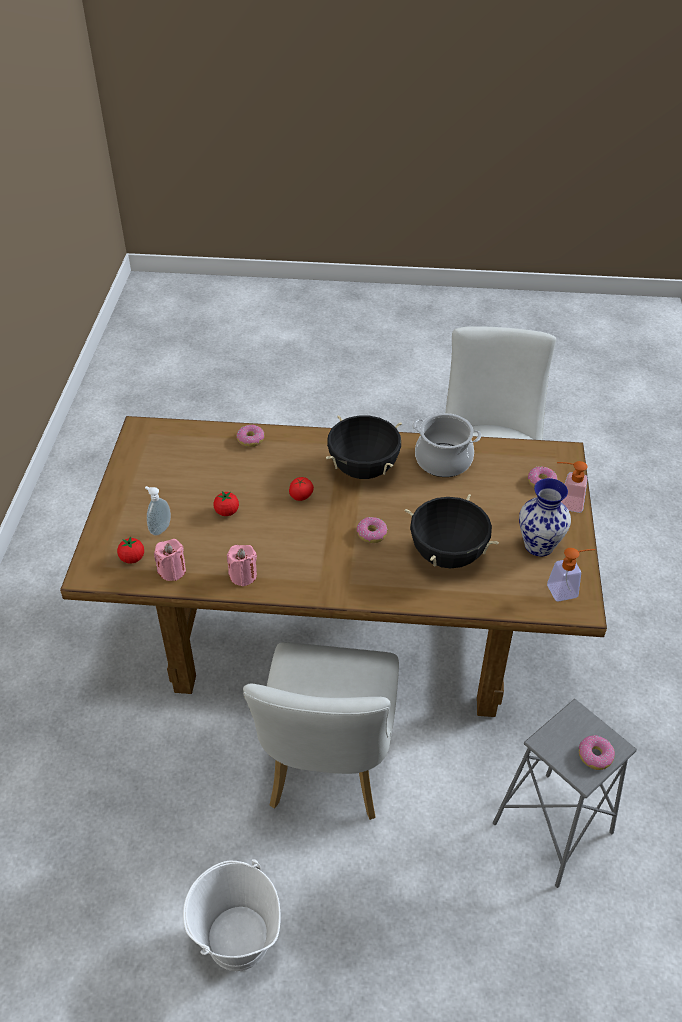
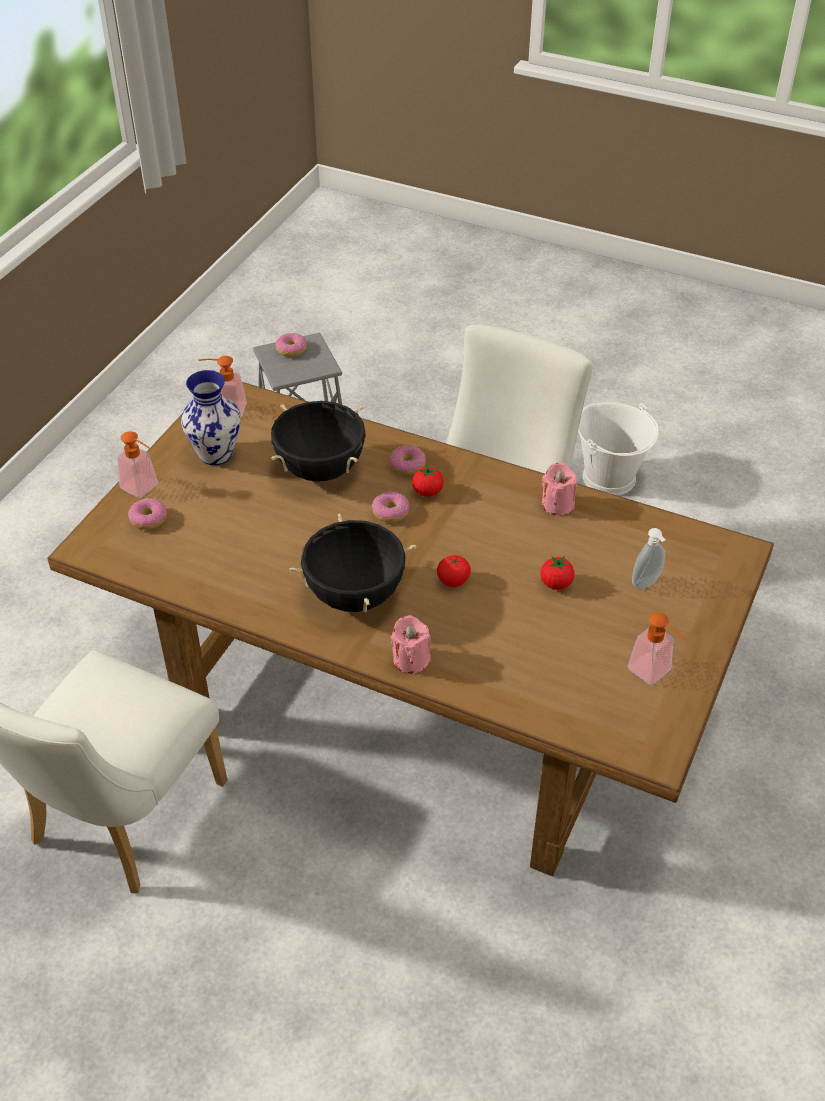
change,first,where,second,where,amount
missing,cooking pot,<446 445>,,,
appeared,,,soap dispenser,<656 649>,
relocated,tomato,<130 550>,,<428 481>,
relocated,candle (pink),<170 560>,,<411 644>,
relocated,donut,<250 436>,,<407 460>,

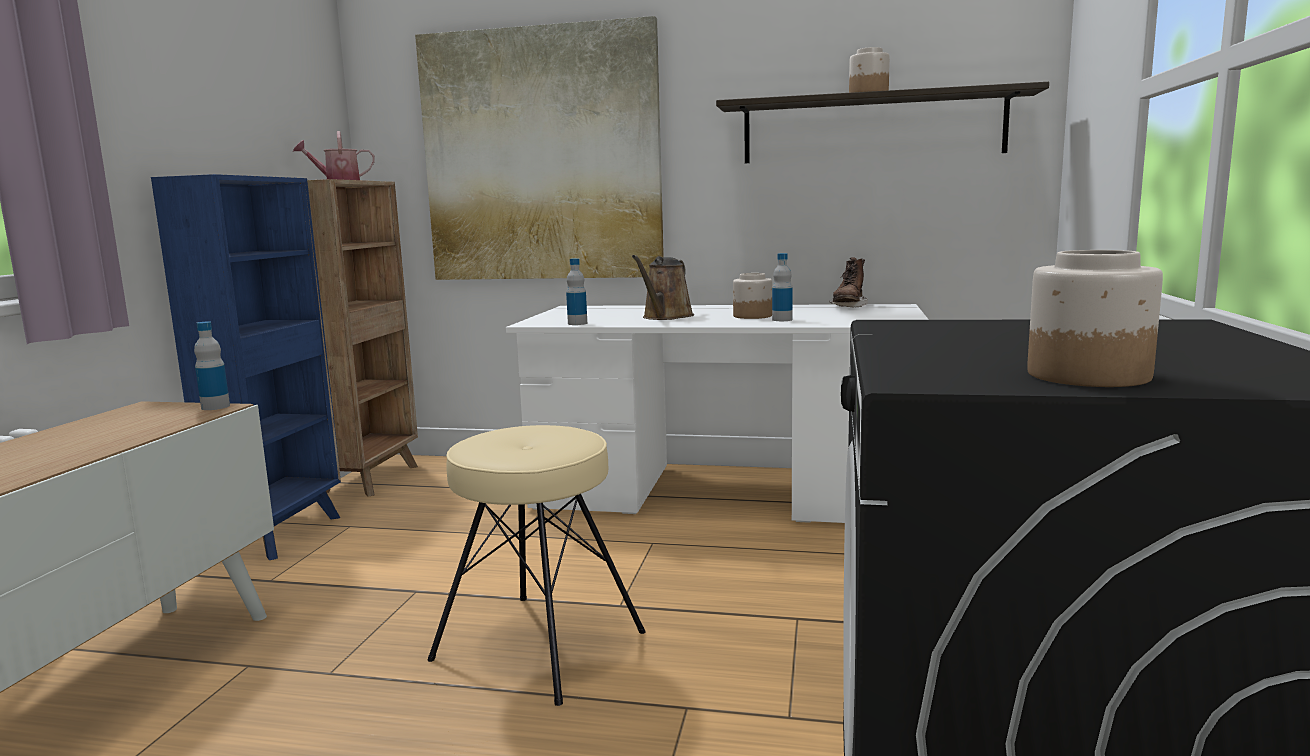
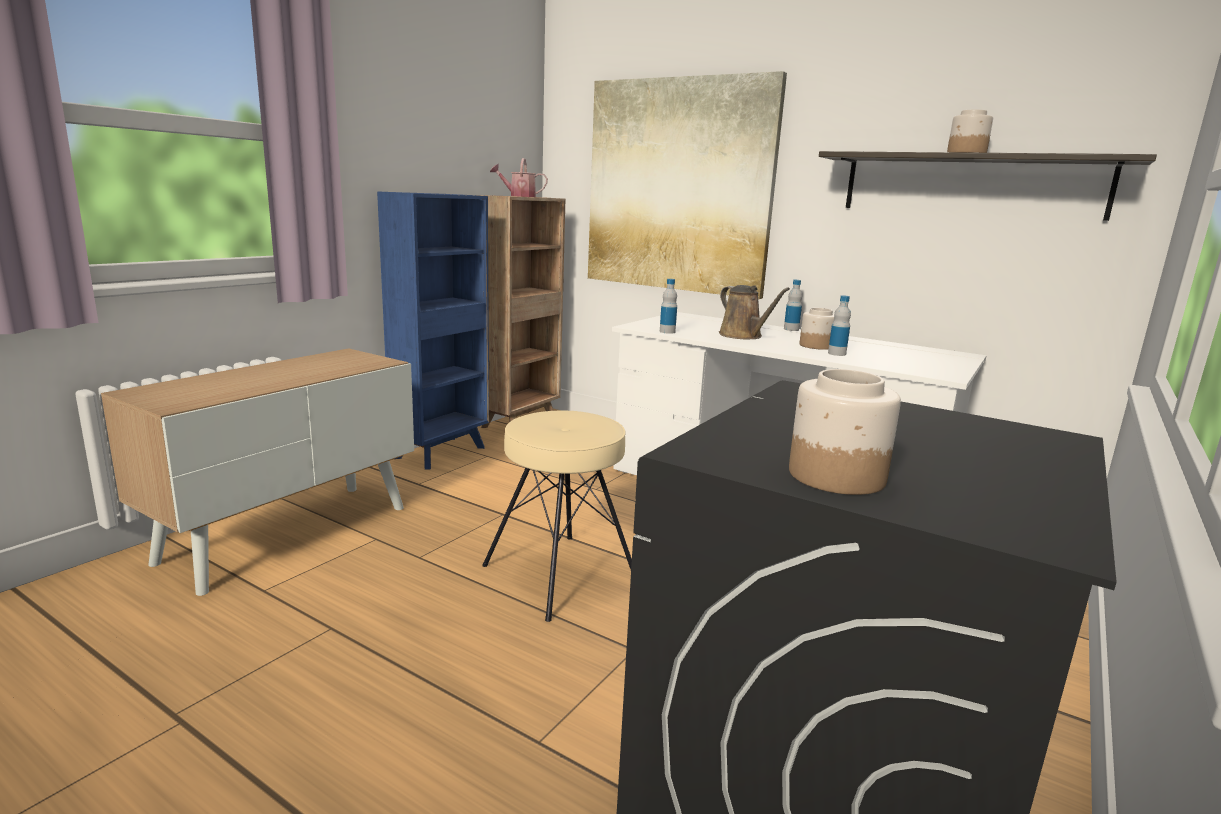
change,first,where,second,where,amount
missing,boot (brown),<848 282>,,,
relocated,bottle,<212 365>,,<793 305>,
spun,watering can (brown),<663 287>,,<754 312>,75 degrees counterclockwise

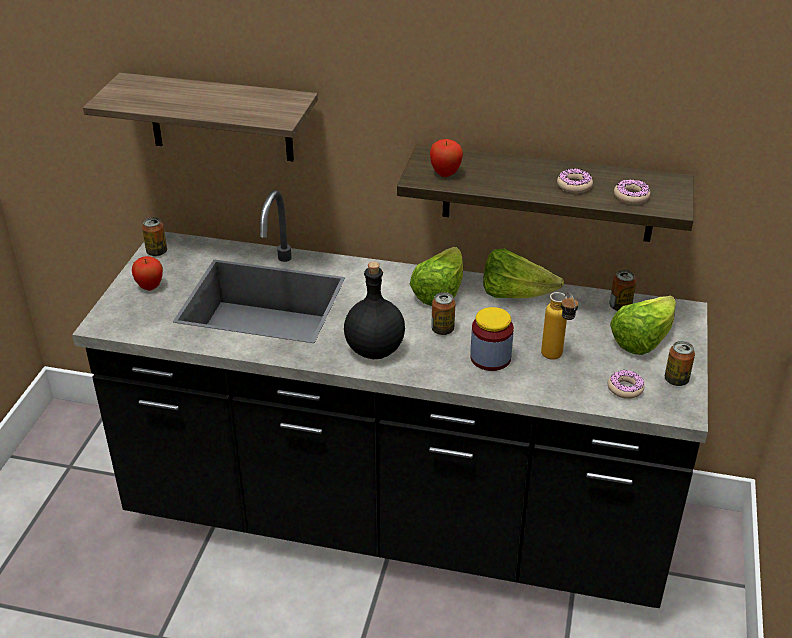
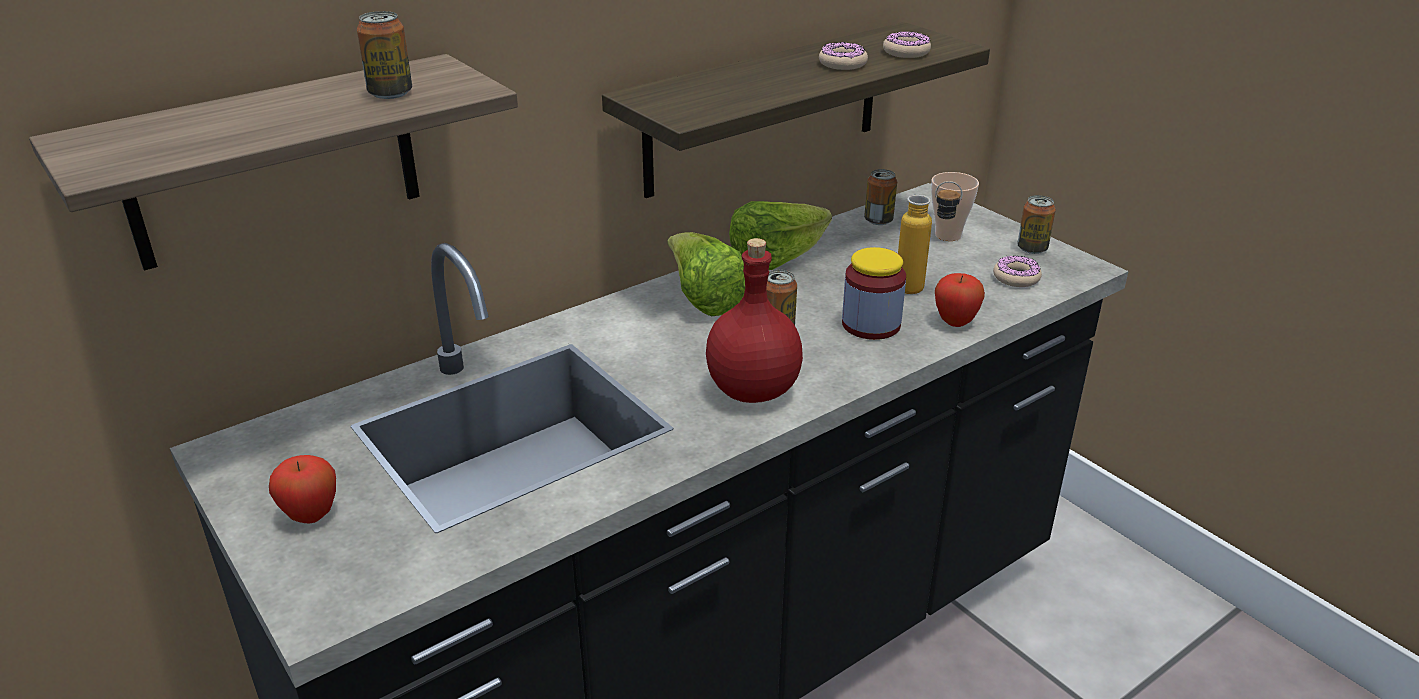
change,first,where,second,where,amount
relocated,can,<154 237>,,<384 55>,
relocated,apple,<446 158>,,<960 300>,
exchanged,lettuce,<643 325>,cup,<955 206>,
colour,bottle (black),<374 310>,bottle (red),<754 320>,

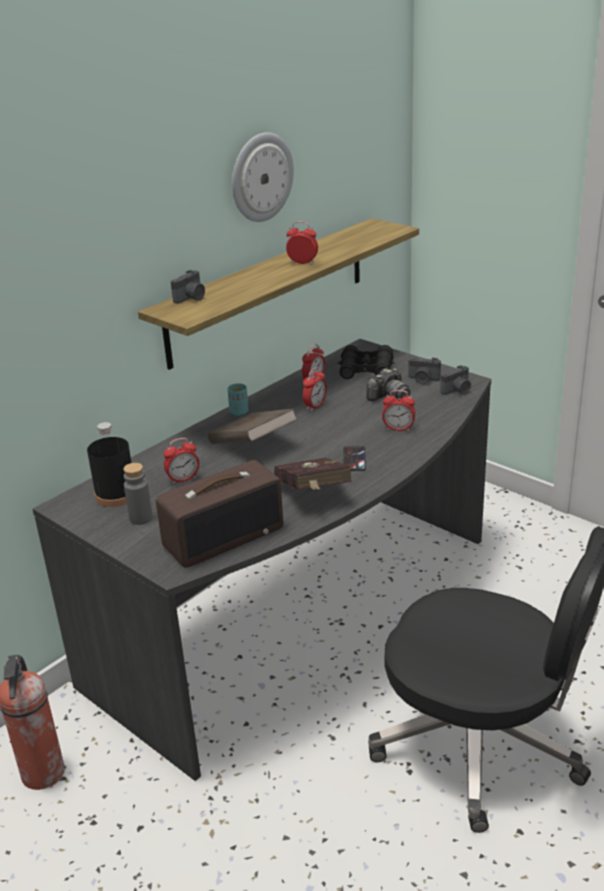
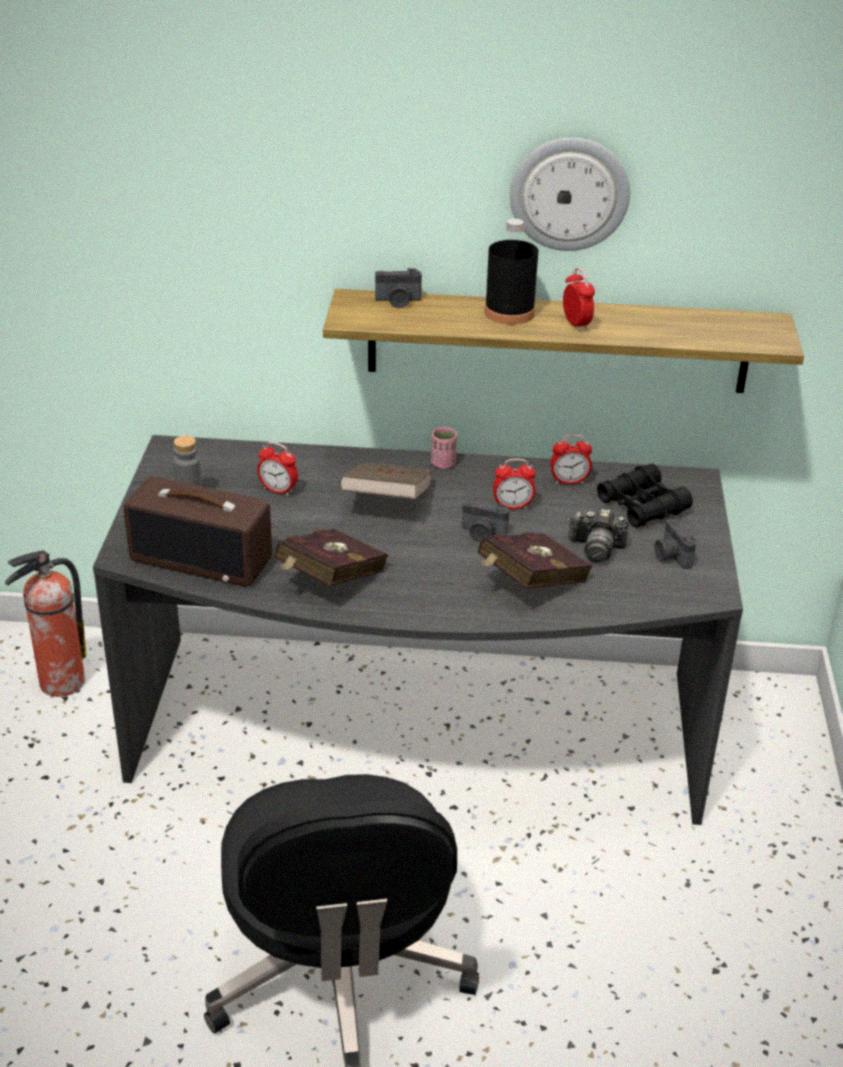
change,first,where,second,where,amount
missing,phone,<354 458>,,,
relocated,bottle (black),<109 464>,,<511 271>,
relocated,photo camera,<456 380>,,<485 521>,
exchanged,alarm clock,<398 410>,book (red),<535 560>,
colour,cup (turquoise),<238 399>,cup (pink),<444 448>,

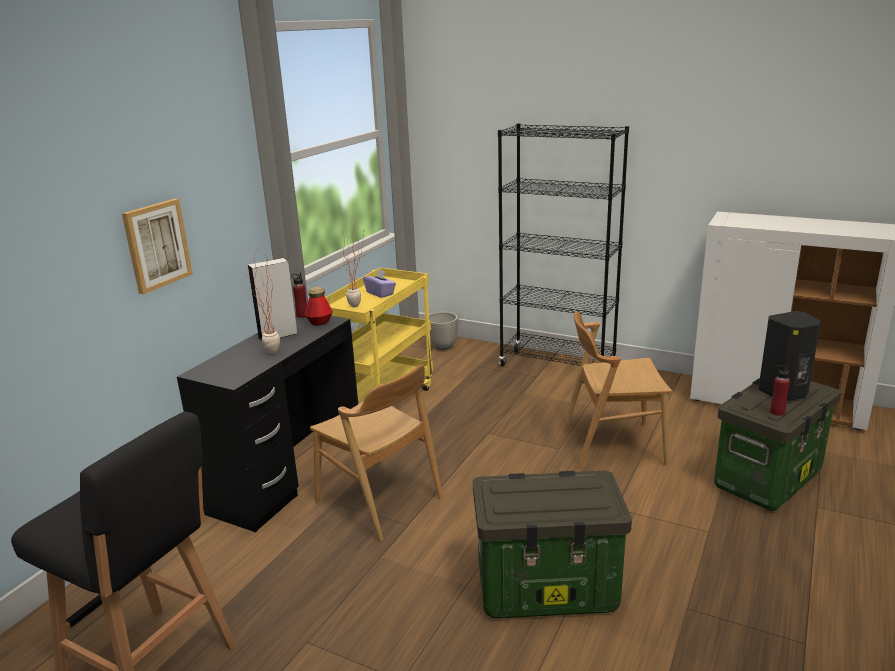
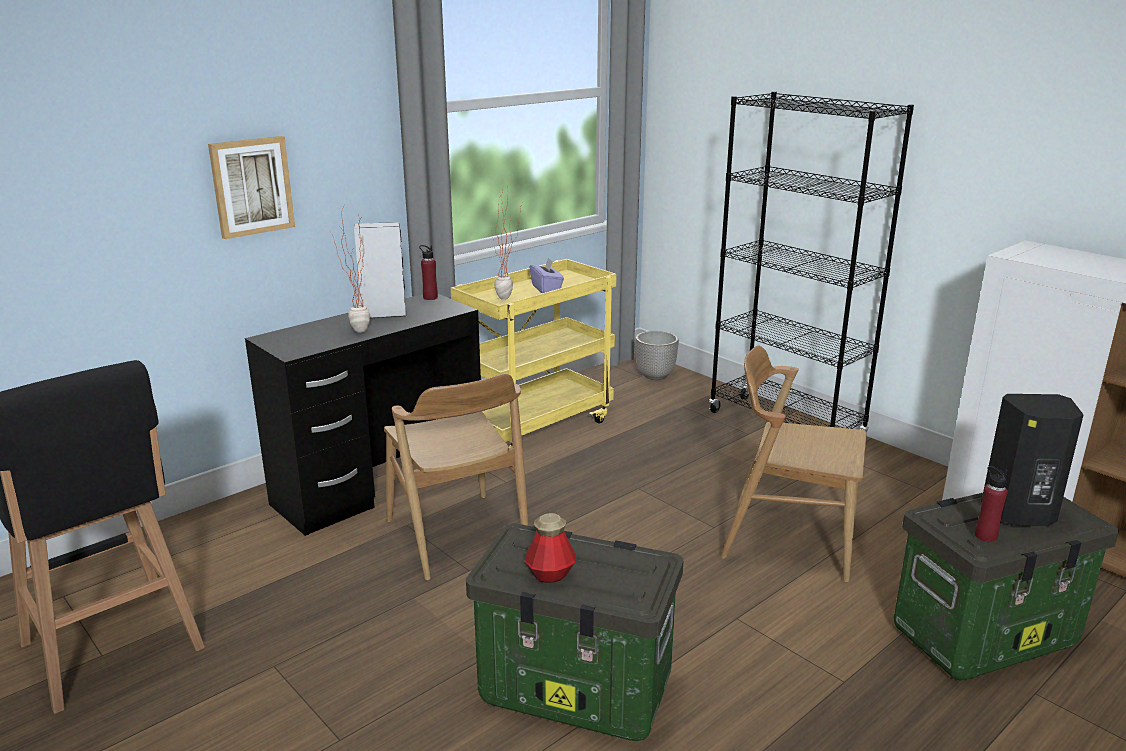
change,first,where,second,where,amount
relocated,bottle,<319 306>,,<550 548>,

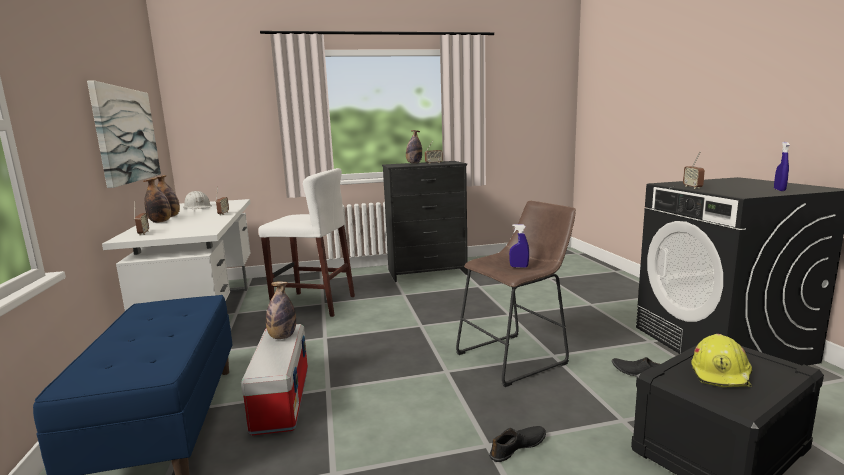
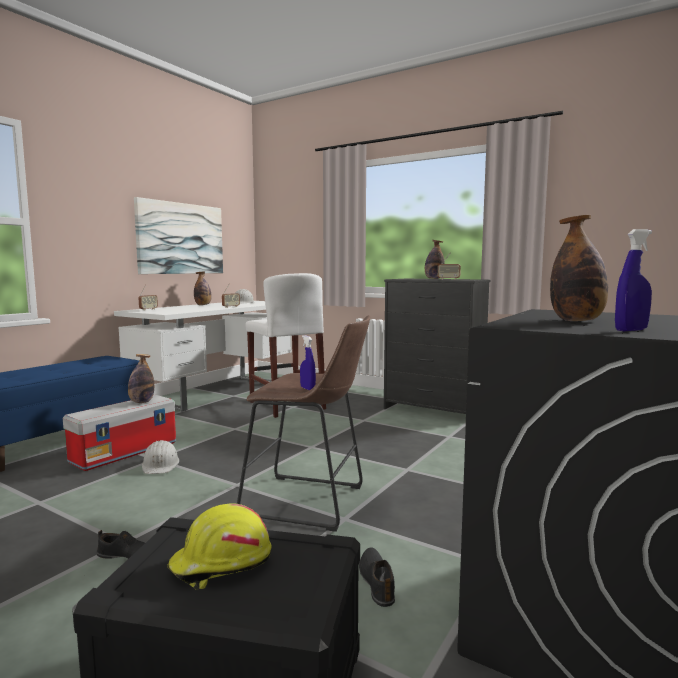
change,first,where,second,where,amount
missing,radio,<694 170>,,,
appeared,,,hard hat (white),<161 457>,
relocated,bottle,<157 200>,,<579 268>,

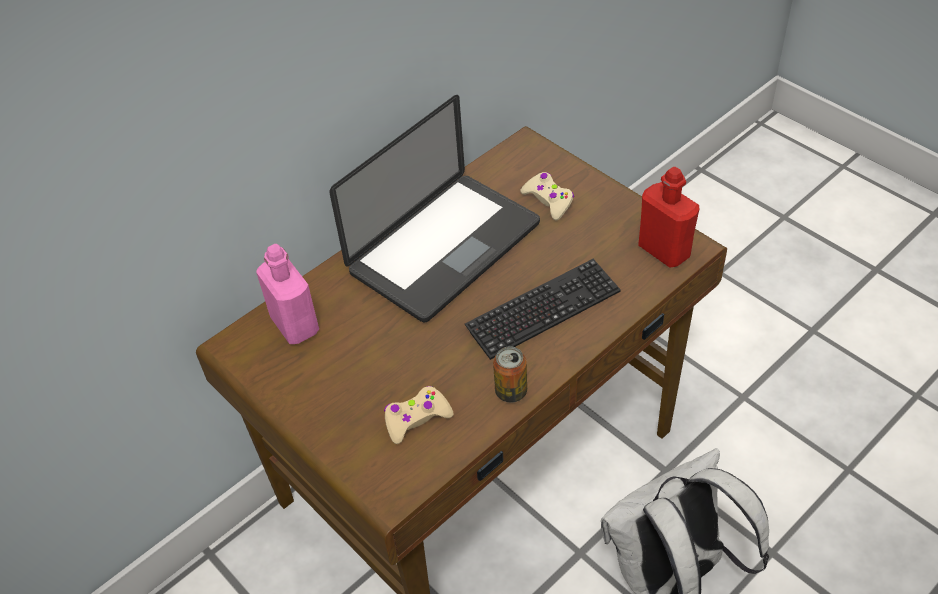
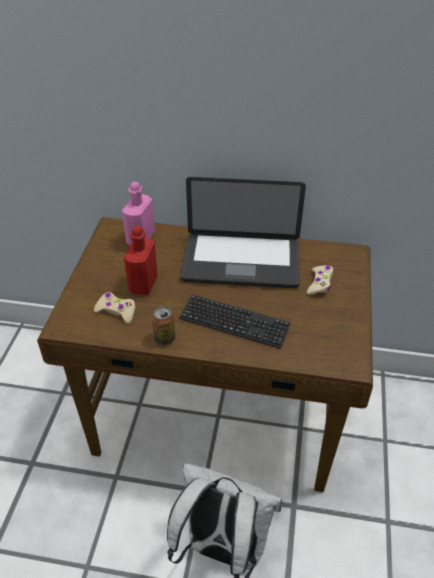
change,first,where,second,where,amount
relocated,bottle (red),<668 217>,,<141 260>,

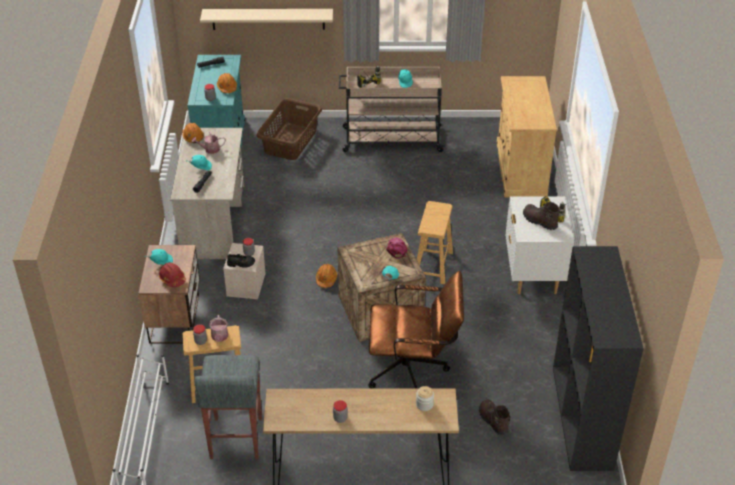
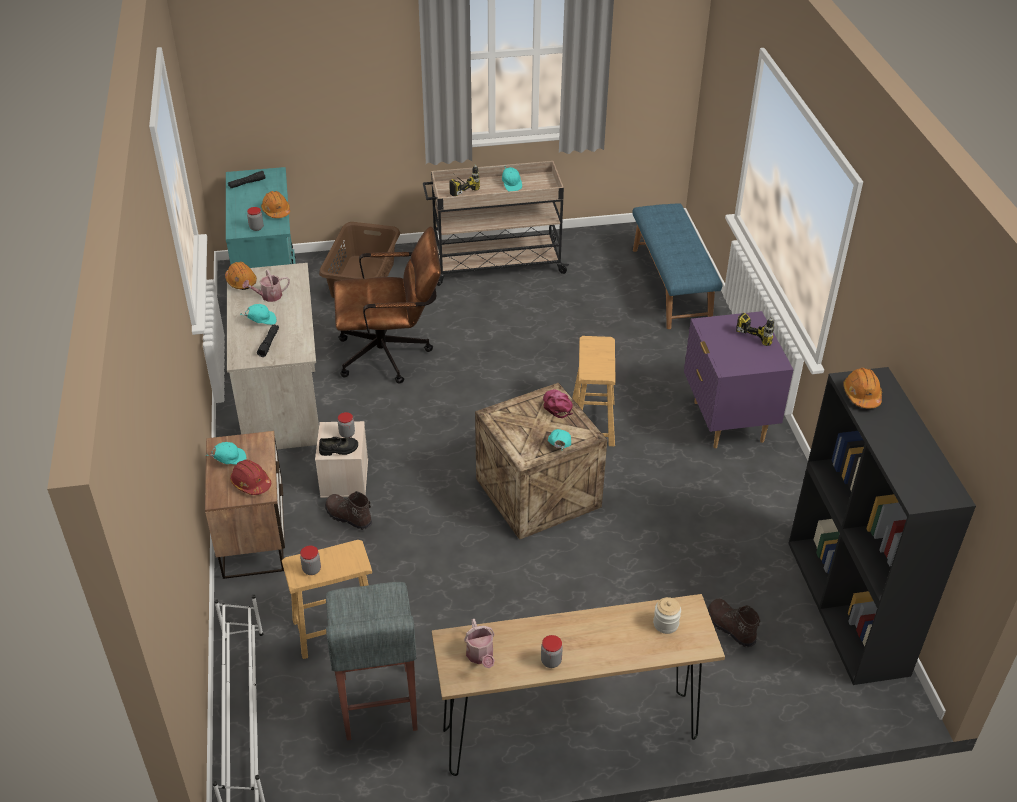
change,first,where,second,where,amount
missing,shelf (beige),<266 19>,,,
relocated,watering can,<218 328>,,<479 643>,
relocated,hard hat (orange),<326 276>,,<862 388>,
relocated,office chair (brown),<416 330>,,<387 305>,
relocated,boot (brown),<541 215>,,<348 510>,
exchanged,cabinet (beige),<526 136>,bench (blue),<678 266>,
colour,nightstand (white),<539 245>,nightstand (purple),<739 379>,

